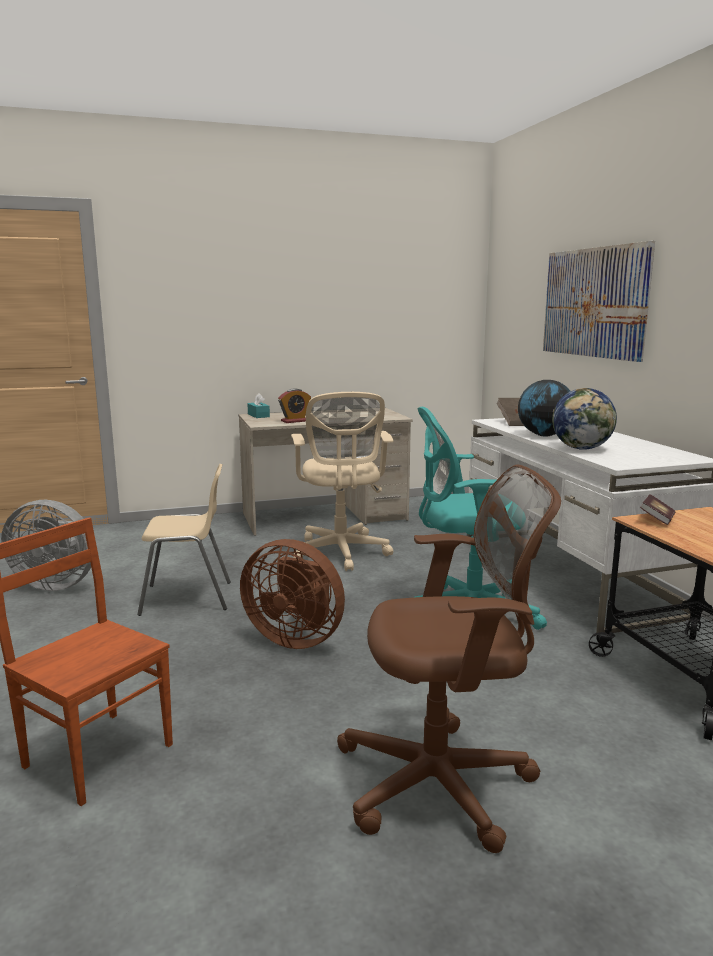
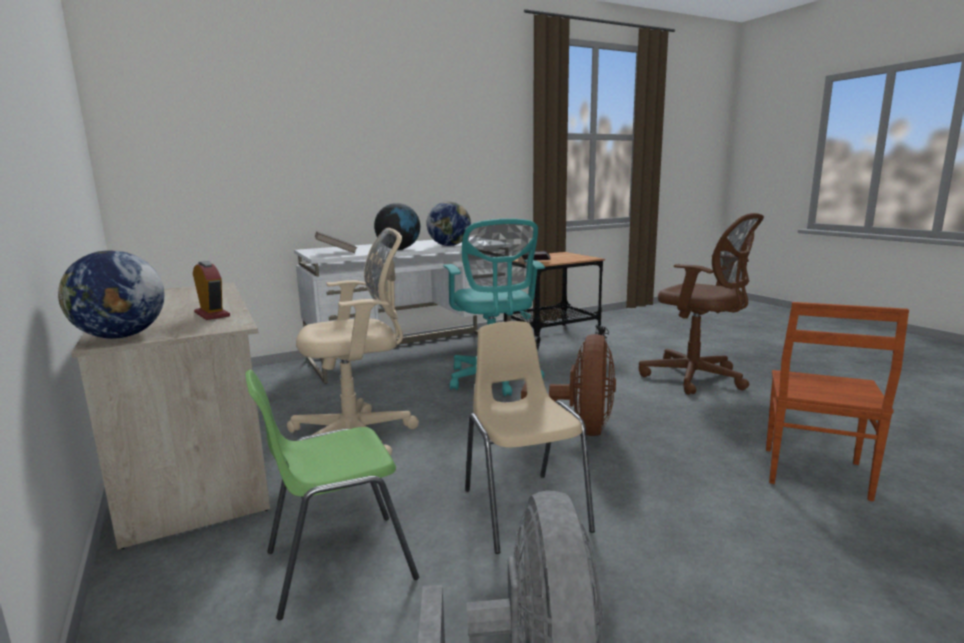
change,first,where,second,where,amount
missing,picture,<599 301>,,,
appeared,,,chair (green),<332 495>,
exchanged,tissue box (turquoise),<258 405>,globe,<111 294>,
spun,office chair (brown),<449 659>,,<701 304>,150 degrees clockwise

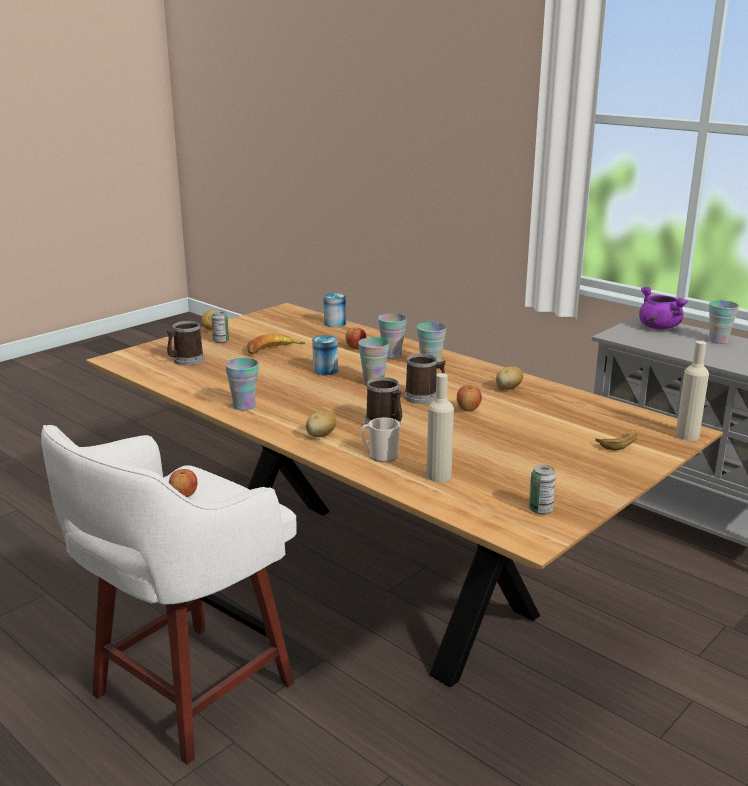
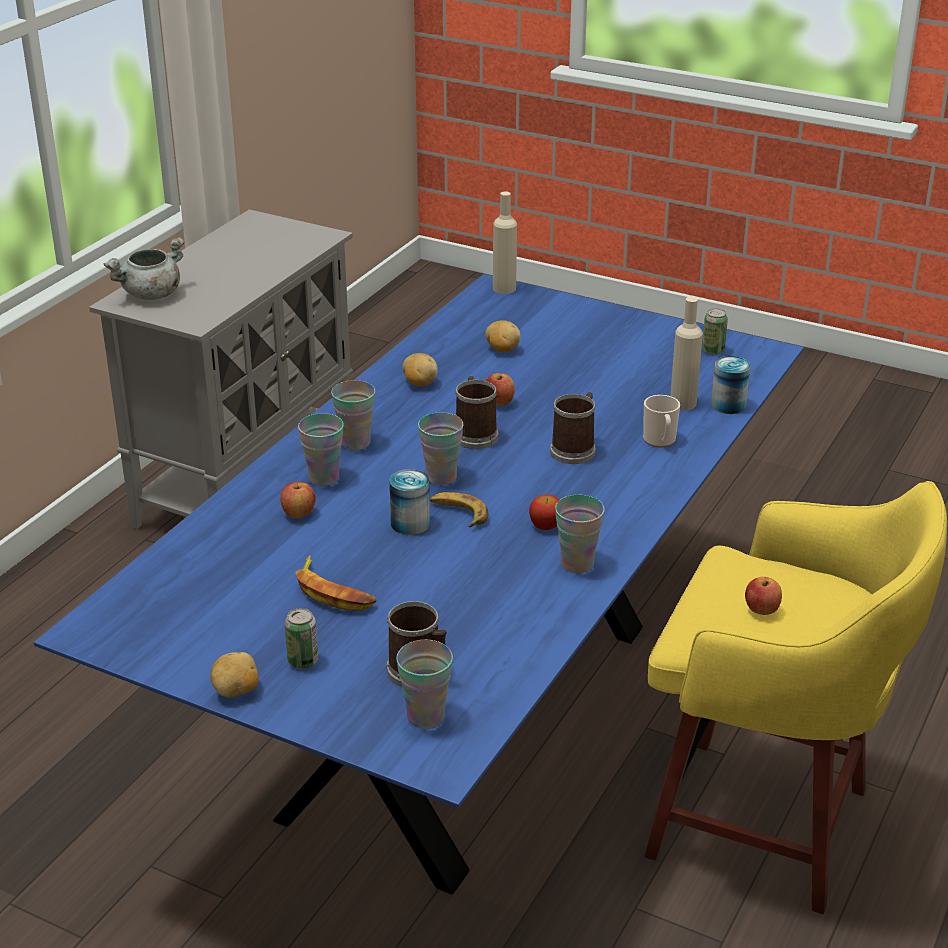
change,first,where,second,where,amount
appeared,,,apple,<544 512>,
relocated,potato,<321 424>,,<503 336>,
relocated,can,<335 310>,,<731 385>,
relocated,banana,<617 439>,,<459 509>,
relocated,cup,<724 322>,,<424 684>,
colour,stool (white),<169 595>,stool (yellow),<795 697>,
colour,dining table (brown),<404 495>,dining table (blue),<419 584>,
colour,cooking pot (purple),<663 308>,cooking pot (grey),<144 268>,

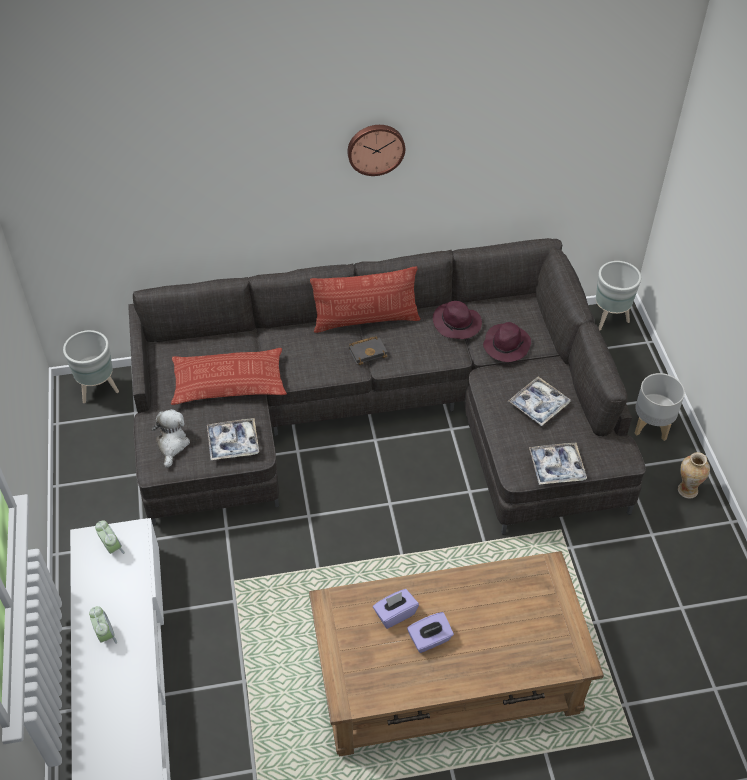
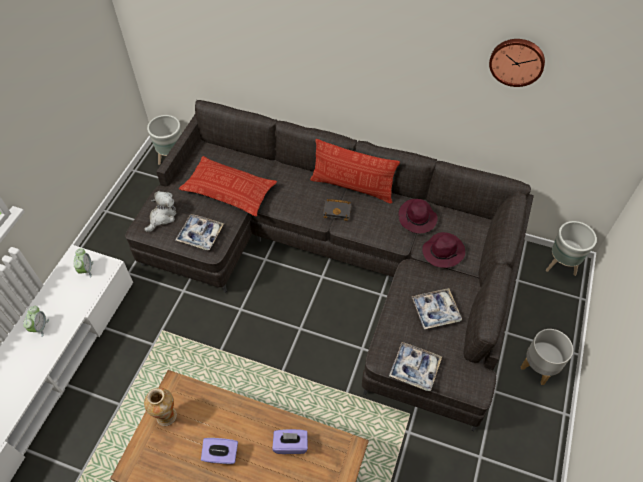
change,first,where,second,where,amount
relocated,wall clock,<376 150>,,<517 63>,
relocated,tissue box (purple),<396 609>,,<290 441>,
relocated,vase,<694 475>,,<160 407>,

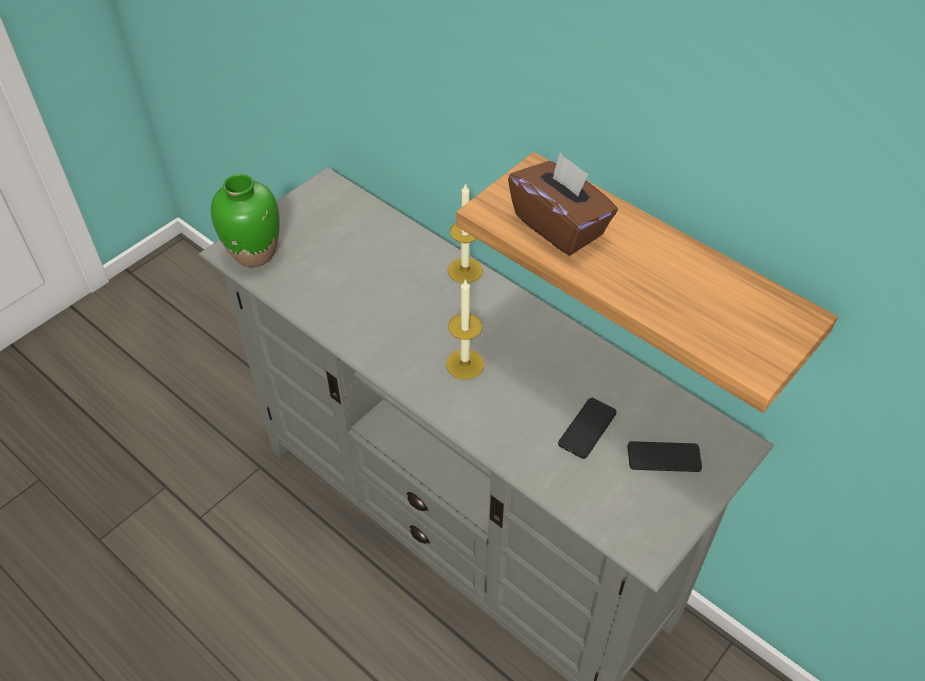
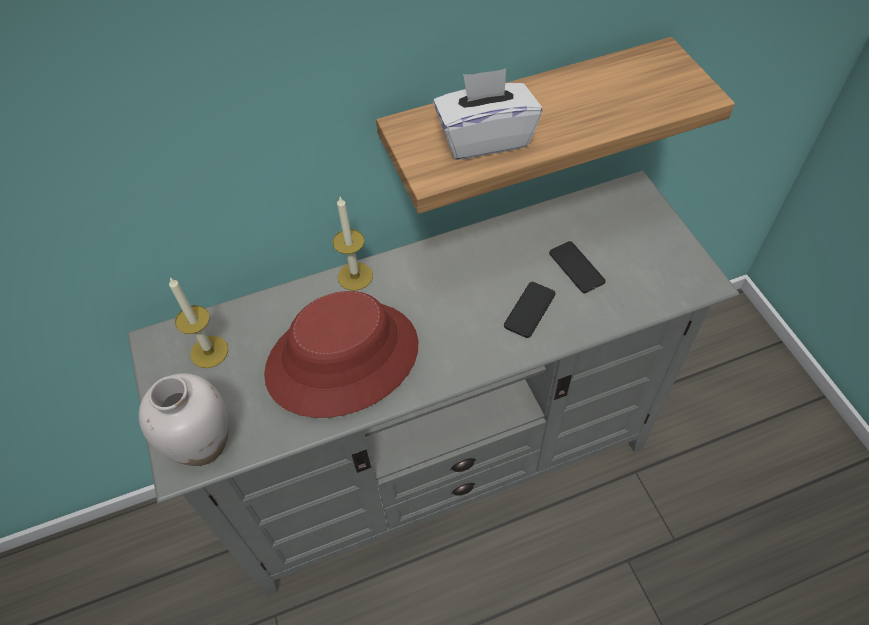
change,first,where,second,where,amount
appeared,,,hat (red),<341 354>,
relocated,candle,<465 329>,,<198 322>,
relocated,phone,<665 456>,,<530 310>,
colour,vase (green),<245 220>,vase (white),<184 419>,
colour,tissue box (brown),<563 203>,tissue box (white),<487 114>,

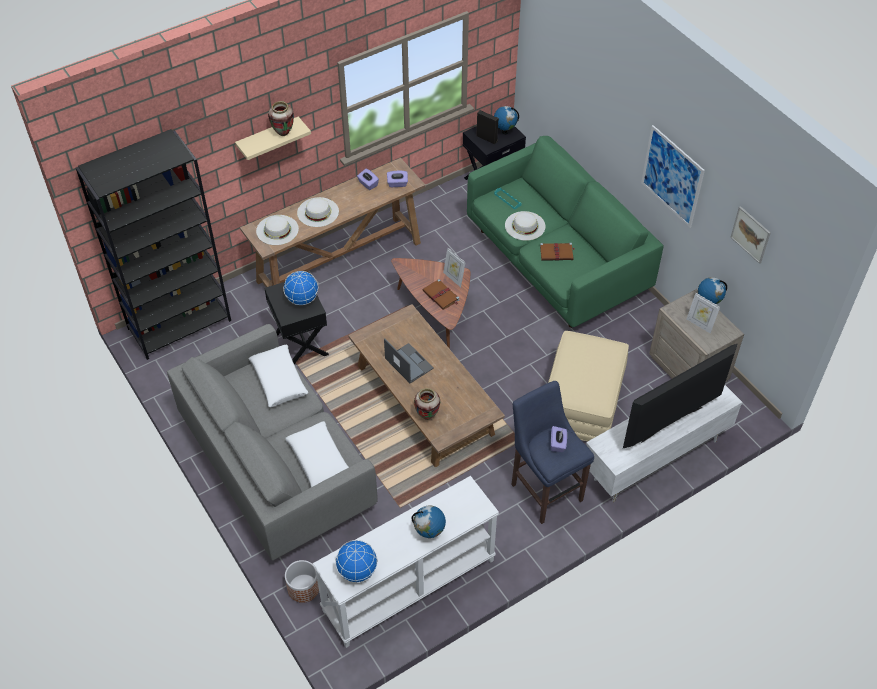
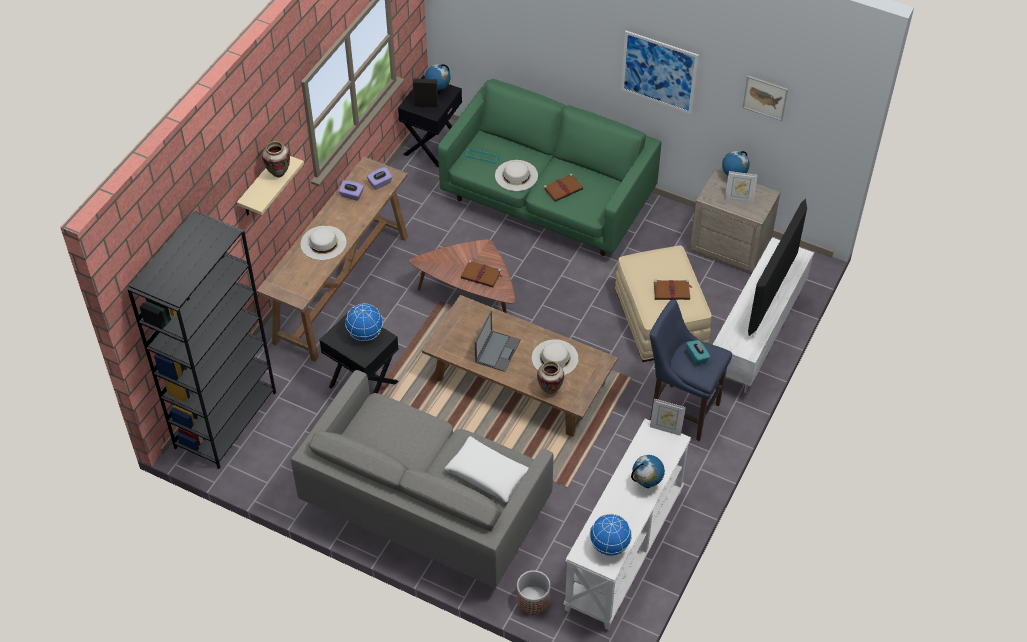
change,first,where,second,where,amount
missing,pillow (white),<278 376>,,,
appeared,,,book (brown),<673 290>,
relocated,hat (white),<277 230>,,<555 357>,
relocated,picture frame,<454 267>,,<668 417>,
colour,tissue box (purple),<559 439>,tissue box (turquoise),<698 352>,
spun,laptop,<409 360>,,<498 341>,90 degrees clockwise

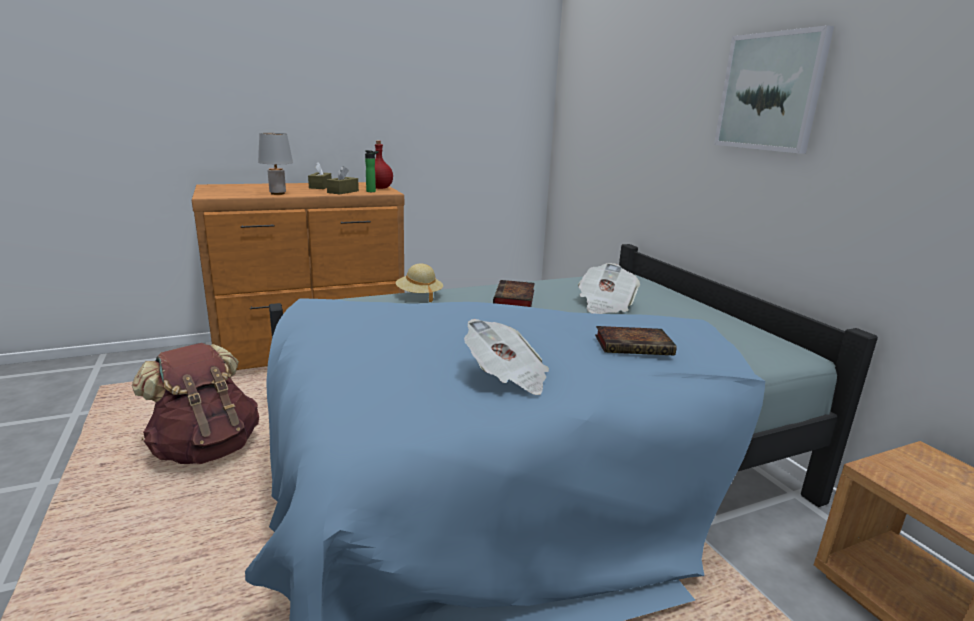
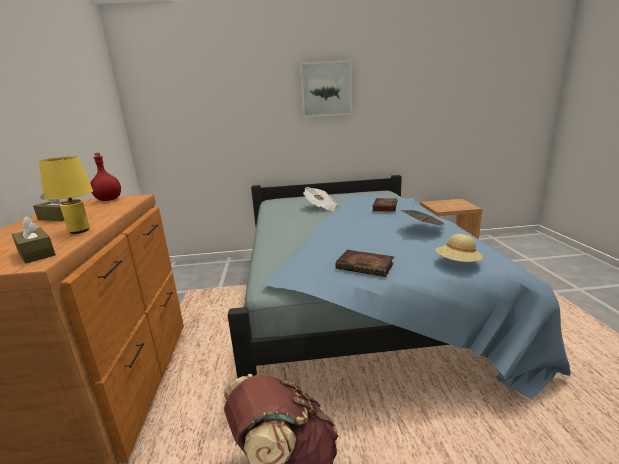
change,first,where,second,where,amount
missing,bottle,<372 171>,,,
relocated,tissue box (brown),<342 180>,,<34 239>,
relocated,hat (beige),<419 283>,,<459 248>,
relocated,book,<514 293>,,<365 263>,
colour,table lamp (grey),<275 164>,table lamp (yellow),<65 195>,

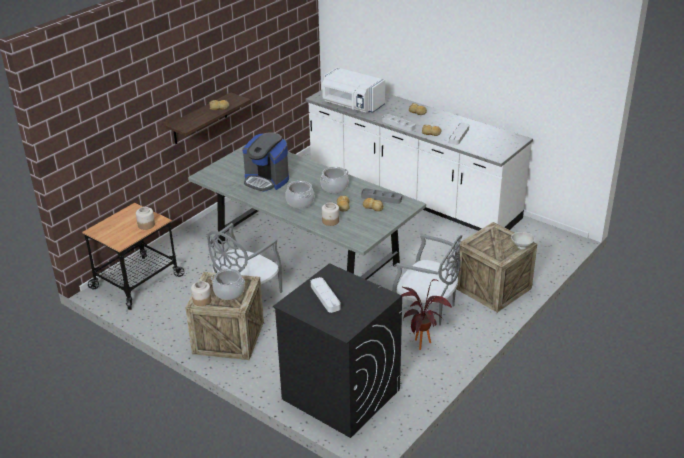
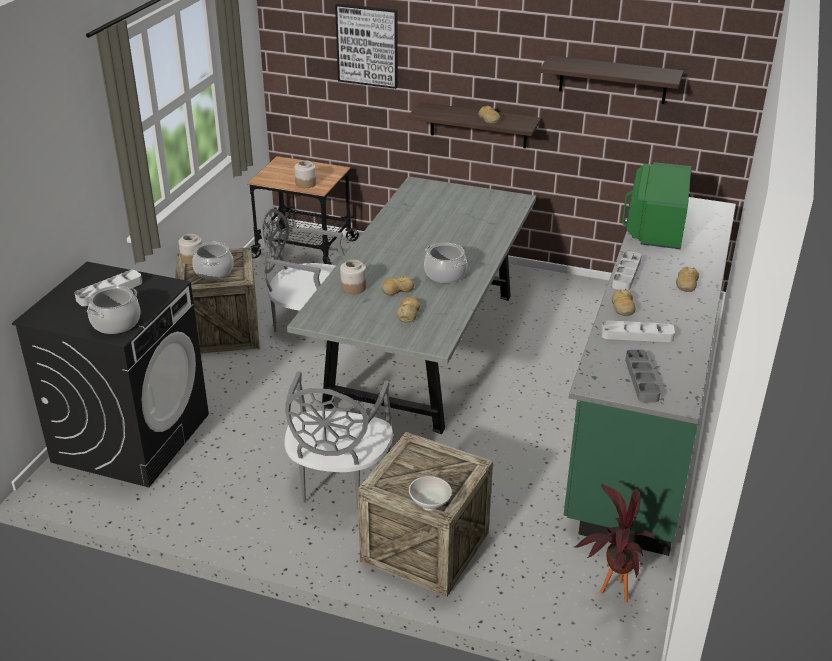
change,first,where,second,where,amount
missing,coffee machine,<265 162>,,,
appeared,,,picture,<366 46>,
appeared,,,shelf,<612 79>,
relocated,cooking pot,<299 194>,,<114 310>,
relocated,tray (grey),<381 196>,,<643 376>,
relocated,potted plant,<427 314>,,<615 543>,
colour,counter (white),<419 160>,counter (green),<650 376>,
colour,microwave (white),<353 90>,microwave (green),<656 205>,

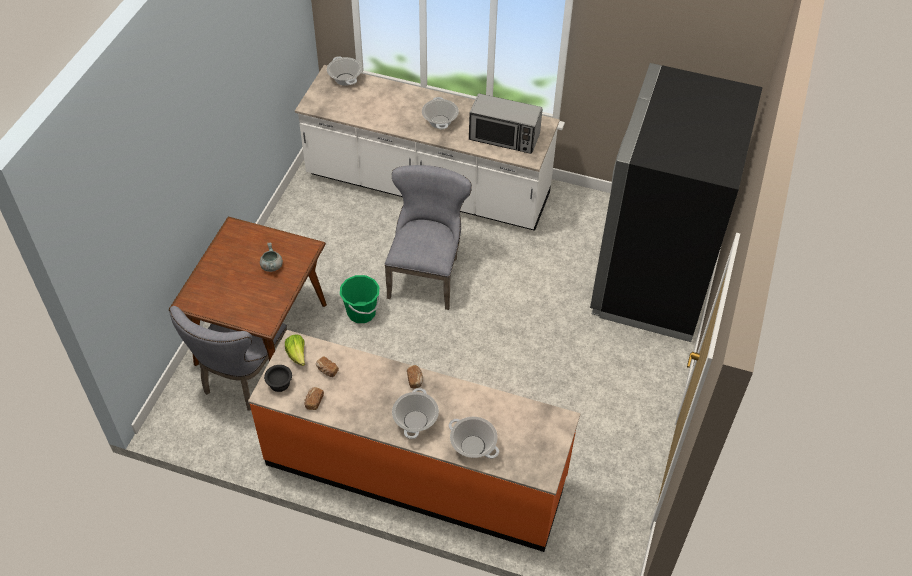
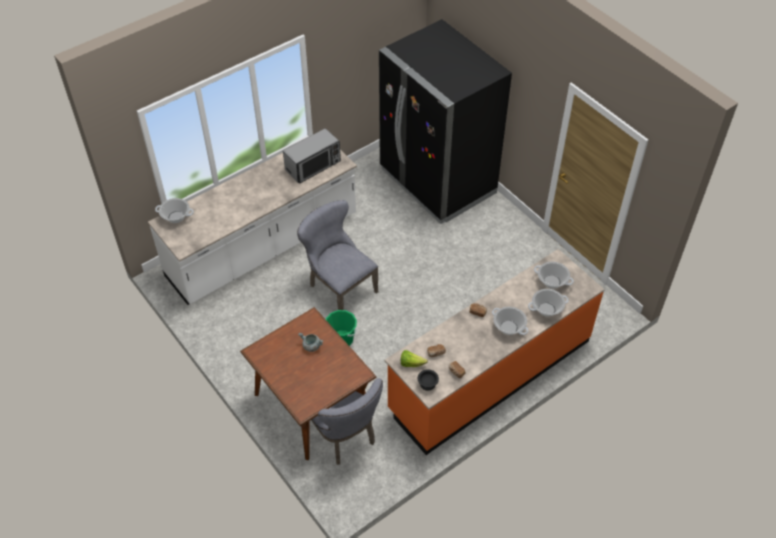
change,first,where,second,where,amount
relocated,cooking pot,<440 113>,,<554 275>,

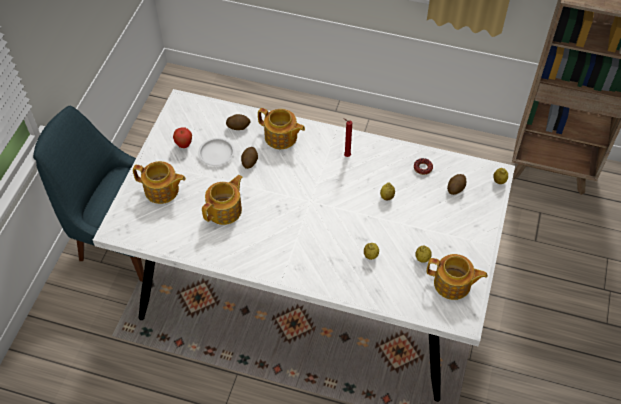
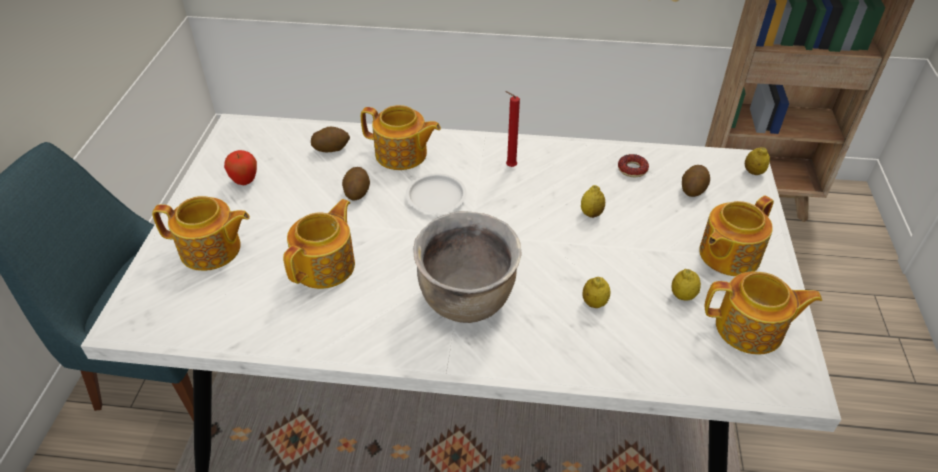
change,first,where,second,where,amount
appeared,,,cooking pot (brown),<467 267>,
appeared,,,teapot,<736 236>,
relocated,plate (white),<216 152>,,<436 193>,

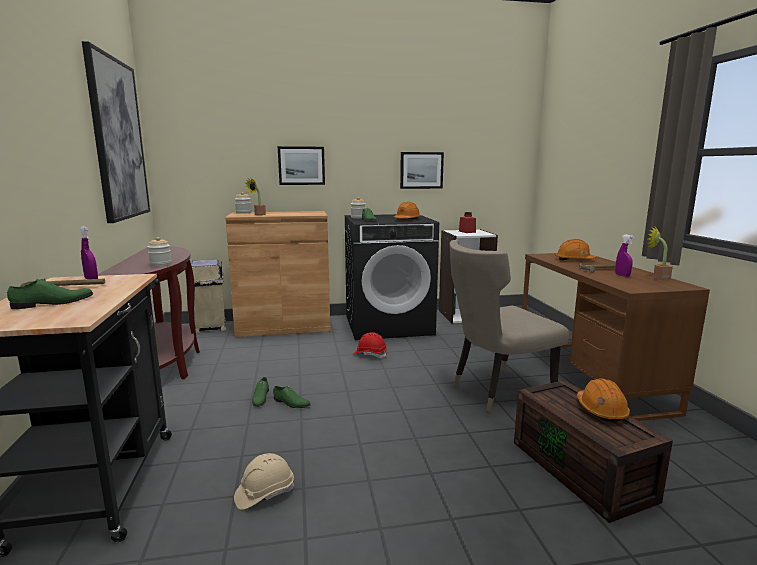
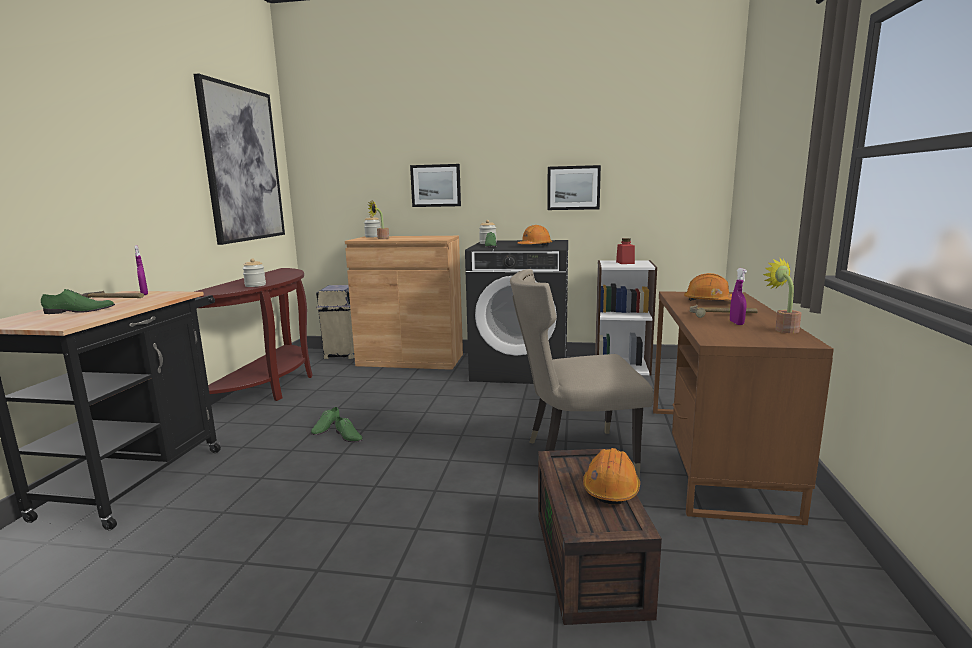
change,first,where,second,where,amount
missing,hard hat (beige),<264 481>,,,
missing,hard hat (red),<370 345>,,,

